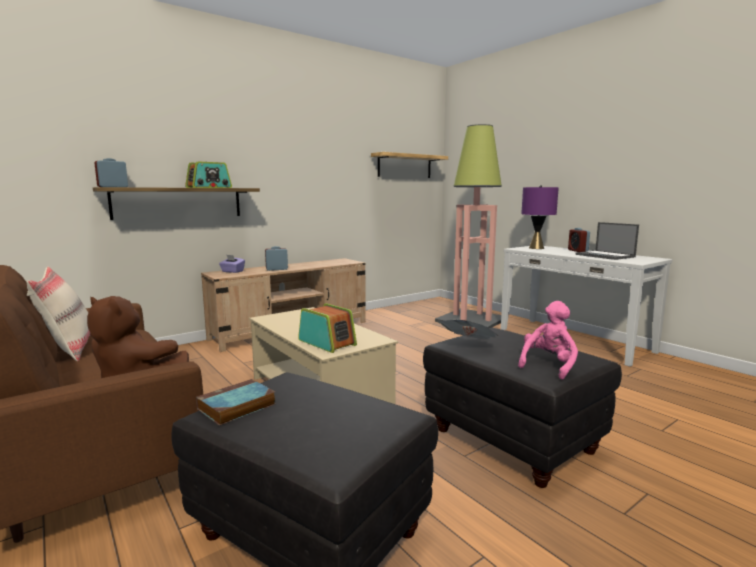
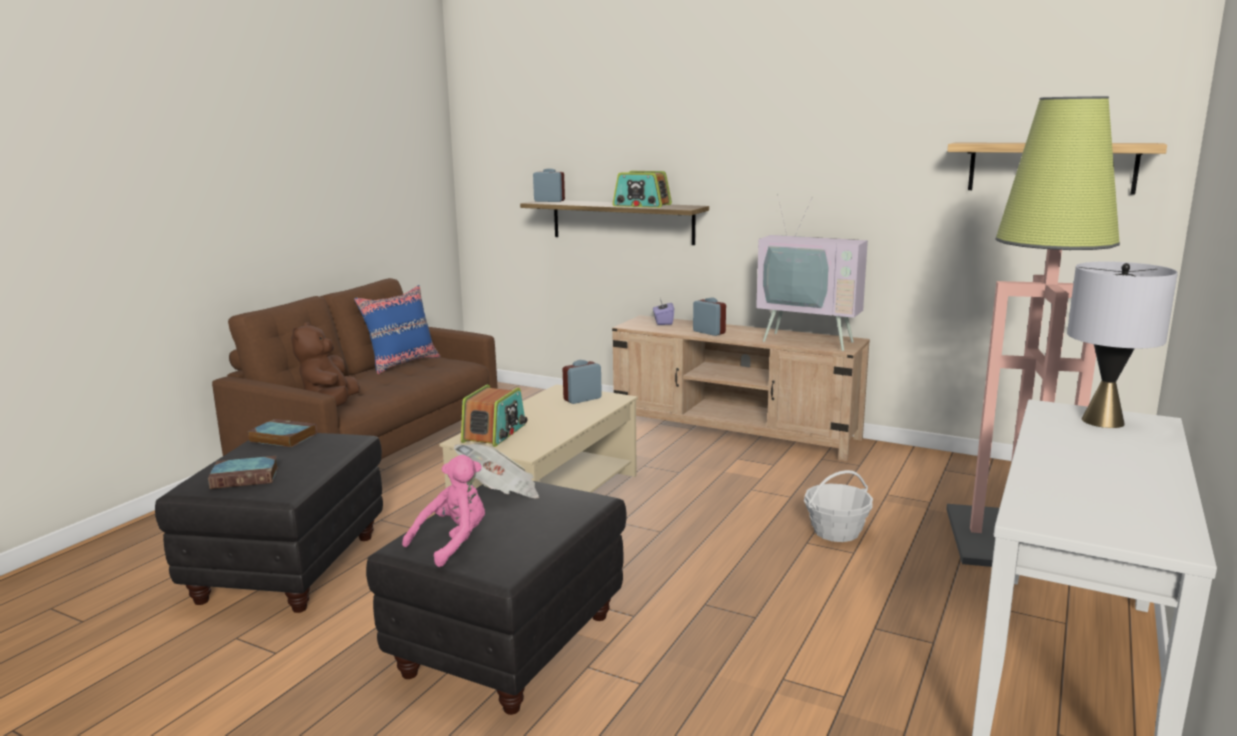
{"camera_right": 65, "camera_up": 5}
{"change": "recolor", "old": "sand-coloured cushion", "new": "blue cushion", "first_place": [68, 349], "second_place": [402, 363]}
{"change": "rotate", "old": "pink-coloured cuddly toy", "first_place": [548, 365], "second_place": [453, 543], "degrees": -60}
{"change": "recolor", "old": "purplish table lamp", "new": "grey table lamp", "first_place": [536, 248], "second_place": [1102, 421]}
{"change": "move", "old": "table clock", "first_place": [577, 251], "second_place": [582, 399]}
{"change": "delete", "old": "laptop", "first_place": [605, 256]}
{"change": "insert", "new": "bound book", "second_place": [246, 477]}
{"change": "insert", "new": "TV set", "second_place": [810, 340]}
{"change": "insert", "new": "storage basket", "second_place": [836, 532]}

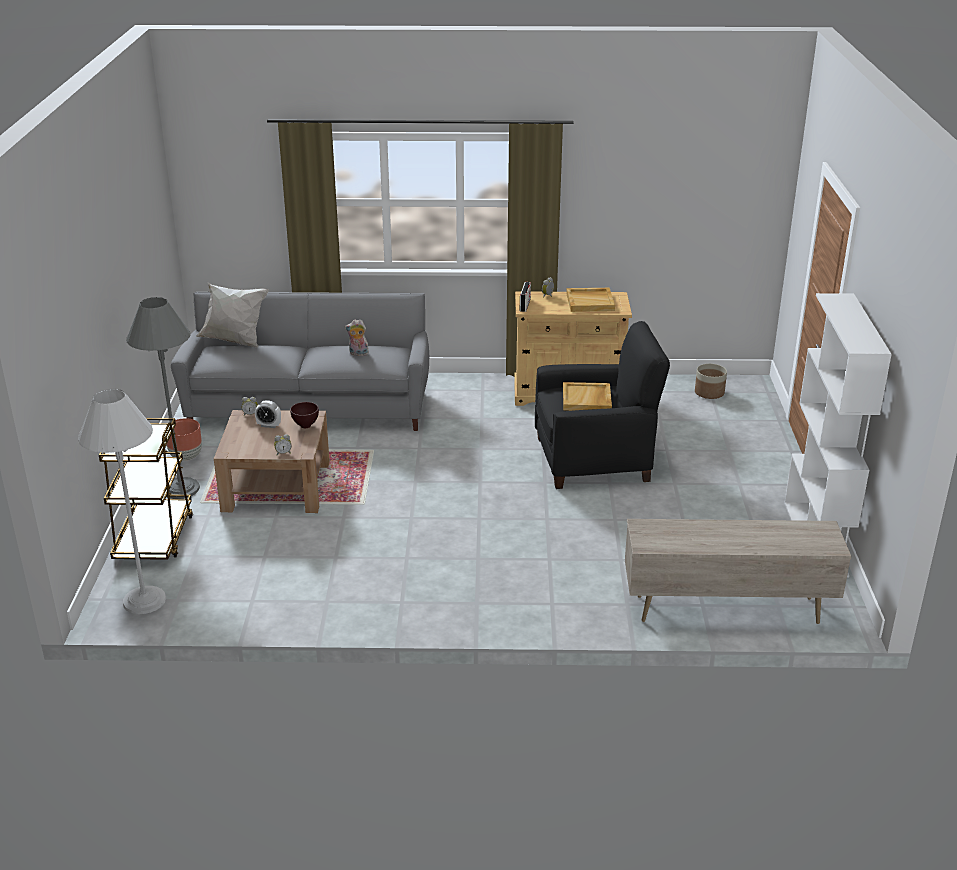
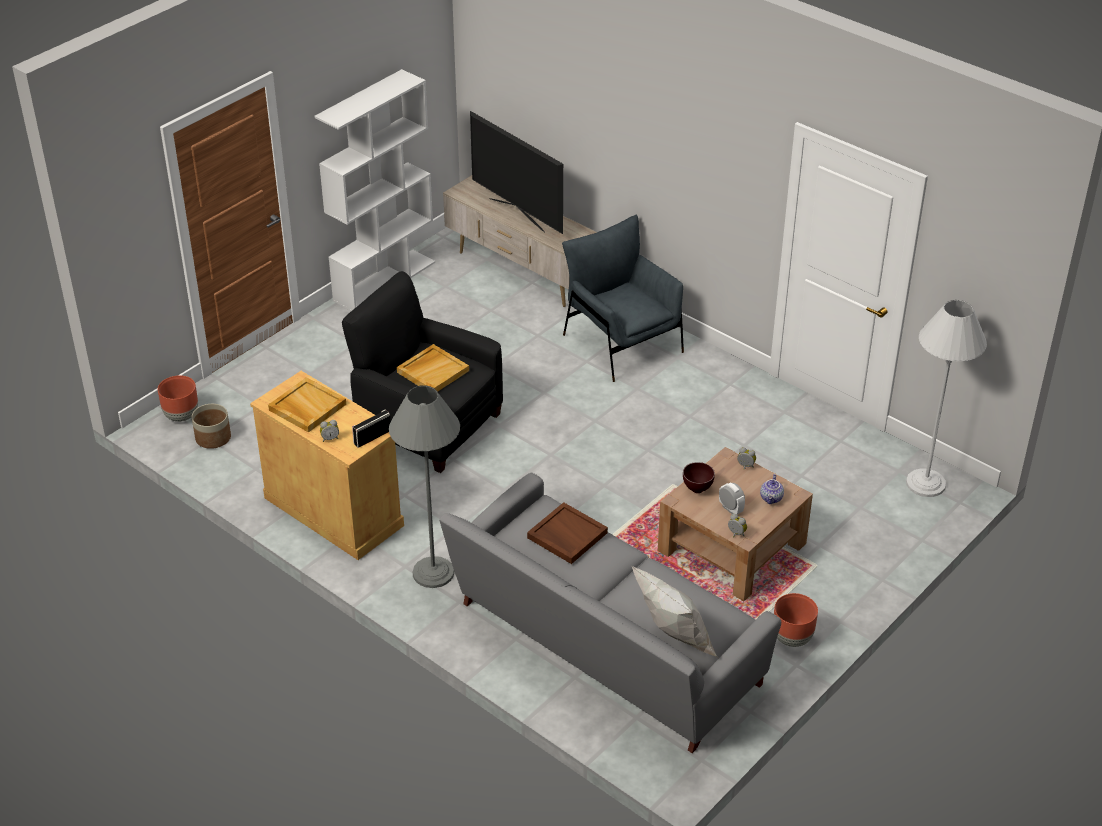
{"camera_right": -140, "camera_up": 10}
{"change": "delete", "old": "brown-coloured wheeled cart", "first_place": [154, 538]}
{"change": "move", "old": "grey standing lamp", "first_place": [181, 489], "second_place": [433, 573]}
{"change": "replace", "old": "cuddly toy", "new": "brown-coloured tray", "first_place": [358, 354], "second_place": [566, 535]}
{"change": "insert", "new": "brown-coloured planter", "second_place": [181, 416]}
{"change": "insert", "new": "TV set", "second_place": [517, 214]}
{"change": "insert", "new": "grey lounge chair", "second_place": [622, 343]}
{"change": "insert", "new": "tea pot", "second_place": [771, 498]}

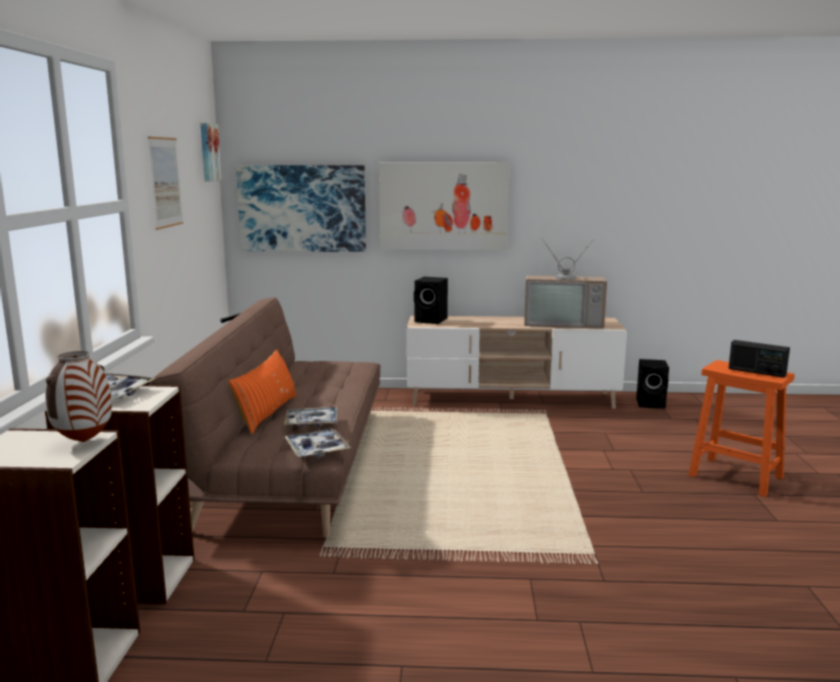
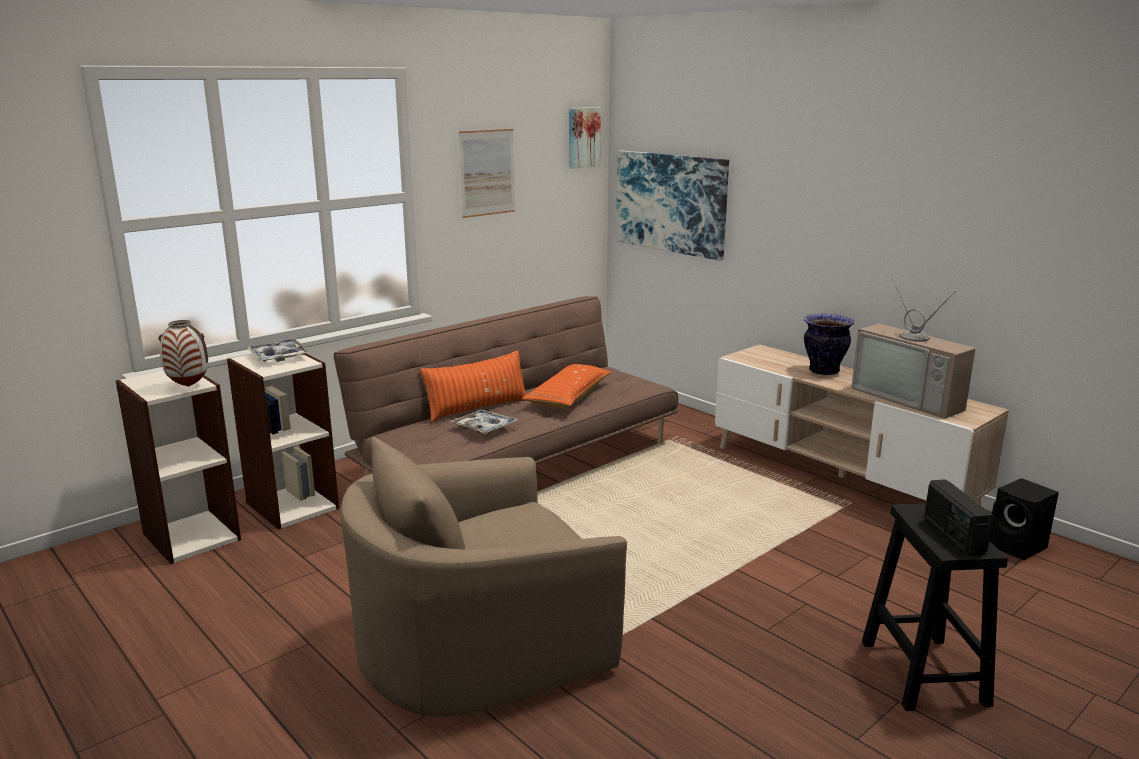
{"camera_right": 45, "camera_up": 5}
{"change": "delete", "old": "tray", "first_place": [317, 449]}
{"change": "delete", "old": "picture", "first_place": [443, 206]}
{"change": "delete", "old": "blackish speaker", "first_place": [432, 320]}
{"change": "recolor", "old": "orange sitting stool", "new": "blackish sitting stool", "first_place": [737, 477], "second_place": [925, 674]}
{"change": "insert", "new": "sand-coloured lounge chair", "second_place": [479, 644]}
{"change": "insert", "new": "orange cushion", "second_place": [568, 397]}
{"change": "insert", "new": "vase", "second_place": [823, 371]}

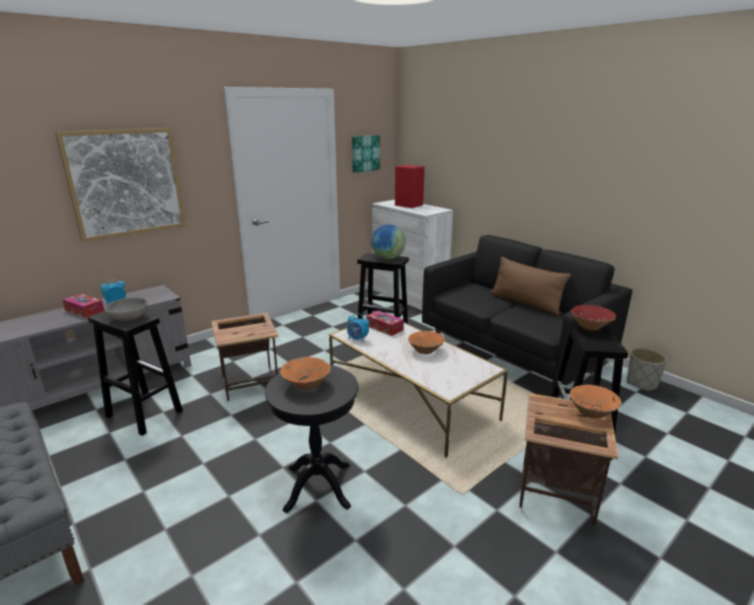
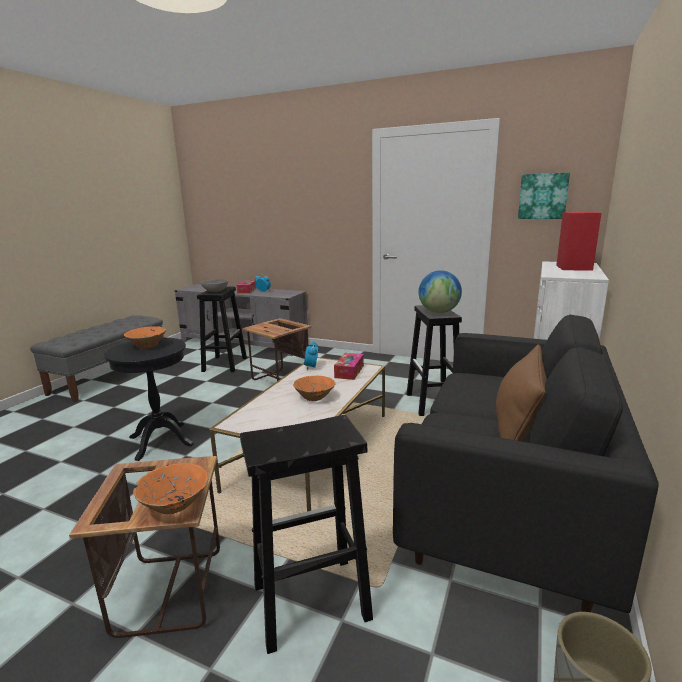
{"camera_right": 65, "camera_up": -5}
{"change": "delete", "old": "picture", "first_place": [126, 183]}
{"change": "delete", "old": "red deep dish", "first_place": [590, 327]}

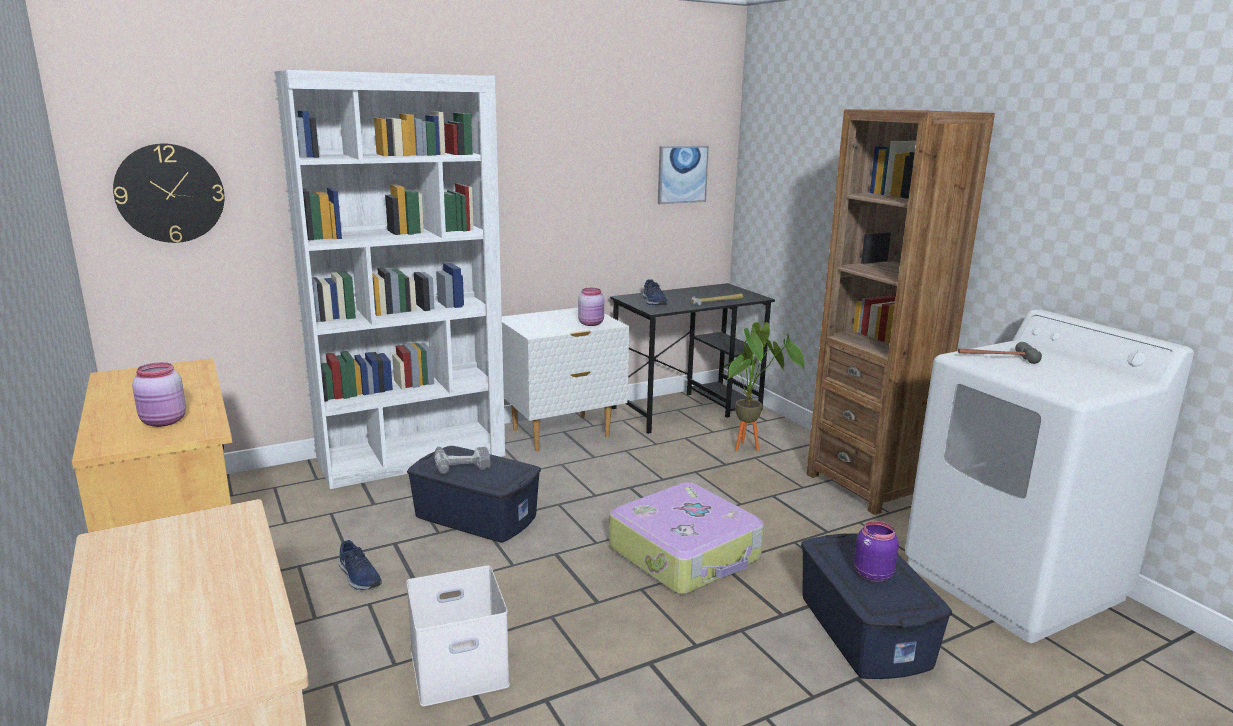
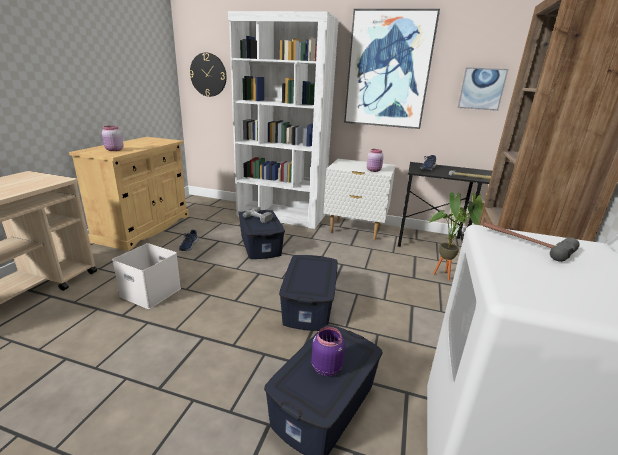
{"camera_right": 45, "camera_up": 5}
{"change": "replace", "old": "travel case", "new": "blue storage container", "first_place": [686, 554], "second_place": [309, 305]}
{"change": "insert", "new": "picture", "second_place": [388, 70]}

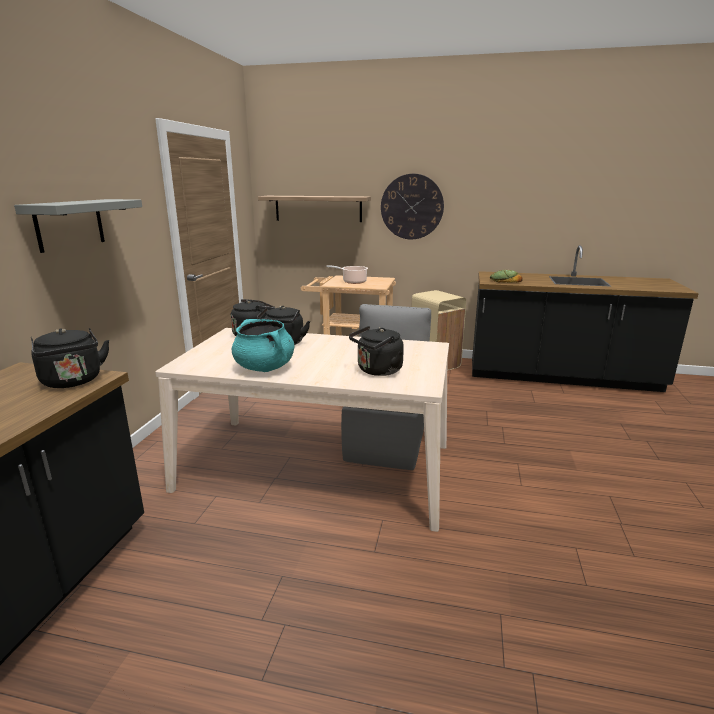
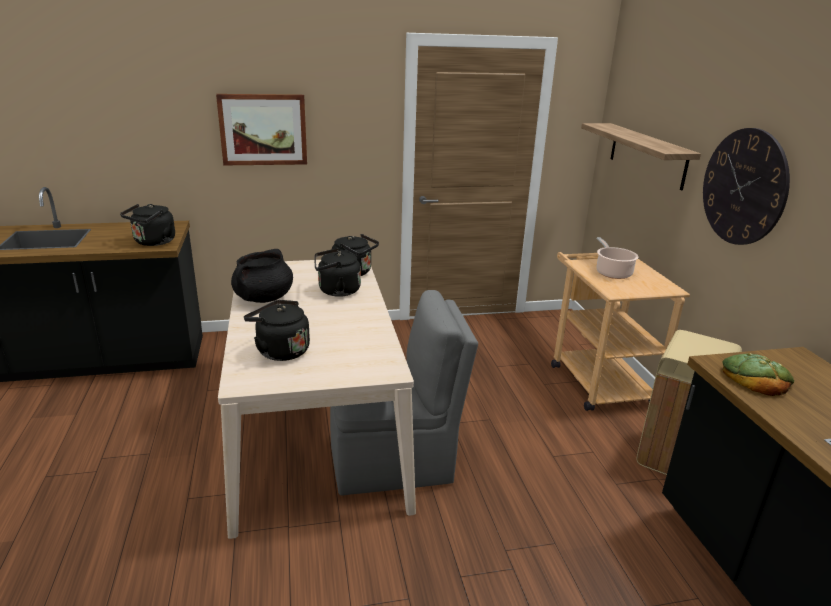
{"camera_right": 65, "camera_up": 5}
{"change": "replace", "old": "grey wall shelf", "new": "picture", "first_place": [70, 224], "second_place": [263, 129]}
{"change": "recolor", "old": "turquoise cooking pot", "new": "blackish cooking pot", "first_place": [265, 368], "second_place": [263, 298]}

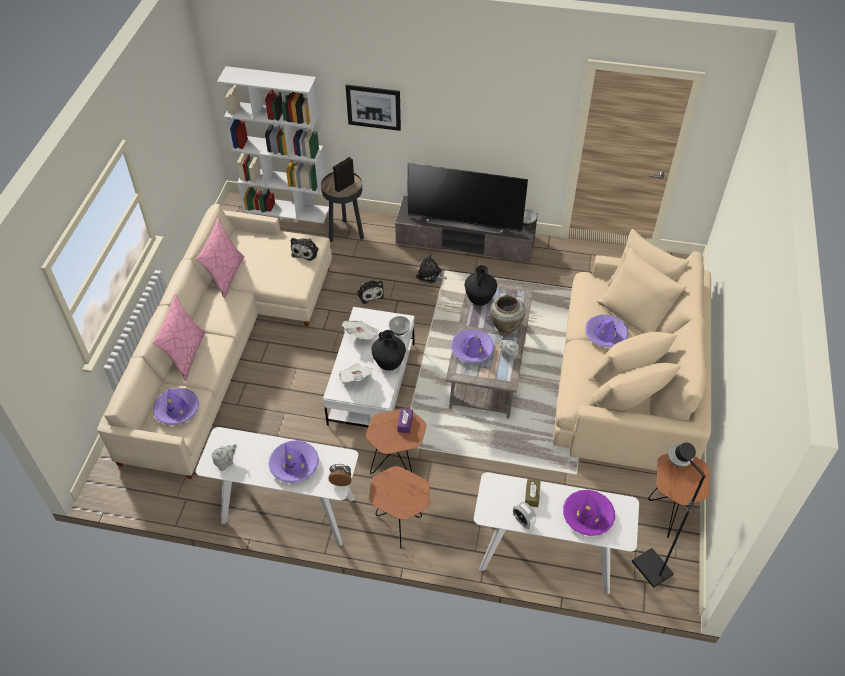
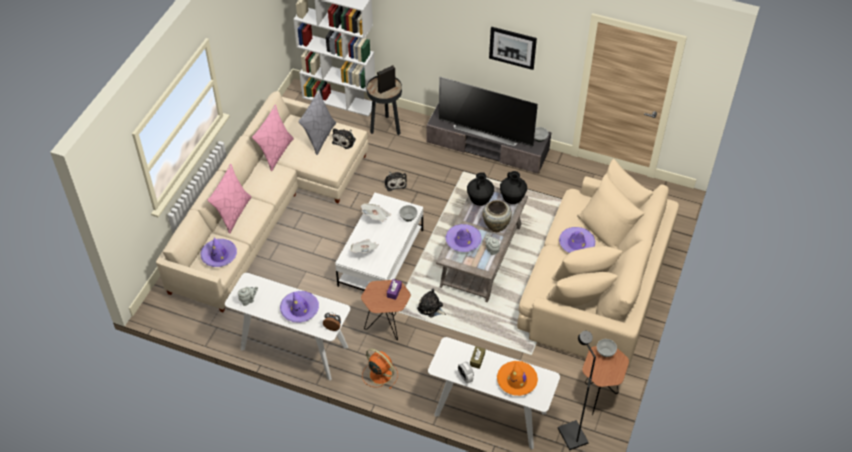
{"camera_right": 10, "camera_up": 0}
{"change": "move", "old": "picture", "first_place": [373, 107], "second_place": [512, 47]}
{"change": "replace", "old": "brown-coloured end table", "new": "orange cooling fan", "first_place": [401, 527], "second_place": [379, 374]}
{"change": "move", "old": "blackish vase", "first_place": [389, 364], "second_place": [512, 199]}
{"change": "move", "old": "cuddly toy", "first_place": [430, 275], "second_place": [431, 308]}
{"change": "recolor", "old": "purplish clothing hat", "new": "orange clothing hat", "first_place": [588, 516], "second_place": [517, 381]}
{"change": "insert", "new": "grey cushion", "second_place": [319, 137]}

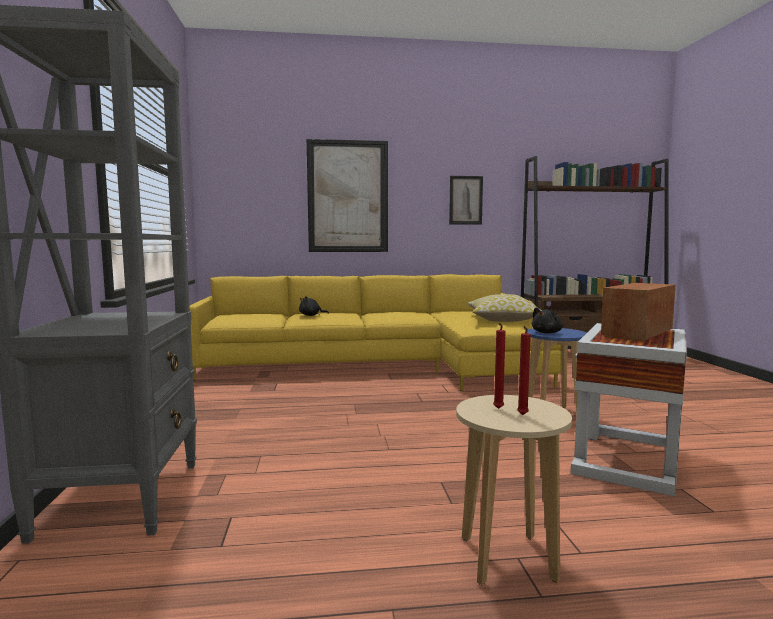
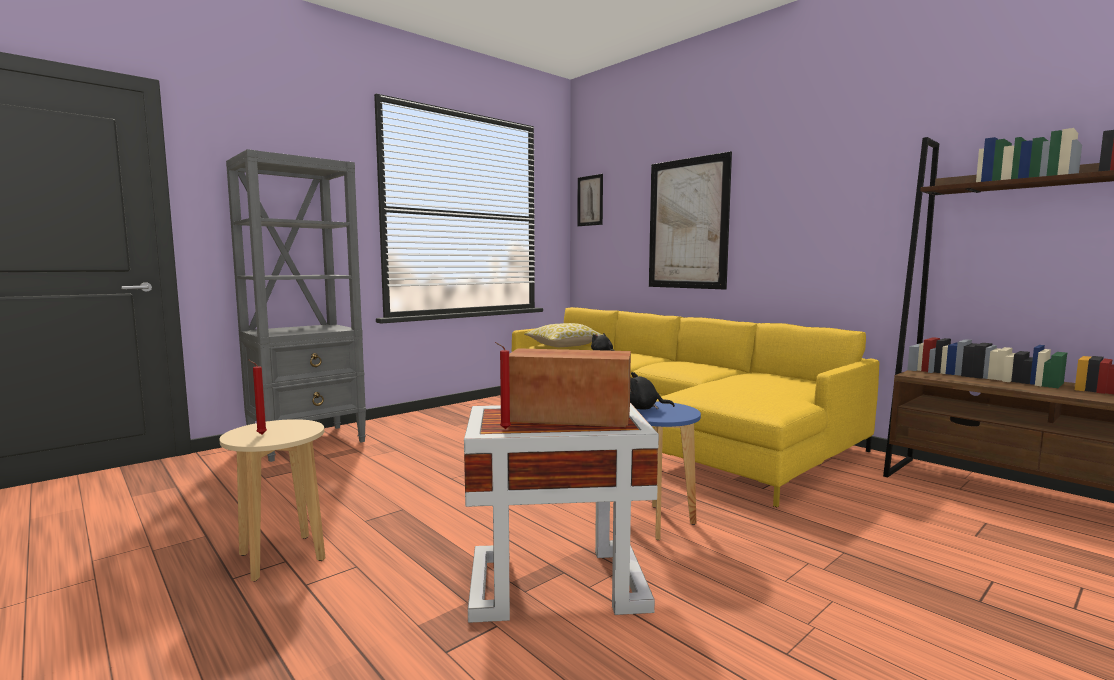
{"camera_right": 55, "camera_up": 0}
{"change": "move", "old": "picture", "first_place": [465, 200], "second_place": [590, 200]}
{"change": "move", "old": "cushion", "first_place": [502, 320], "second_place": [564, 346]}
{"change": "move", "old": "red wax candle", "first_place": [497, 409], "second_place": [503, 429]}

